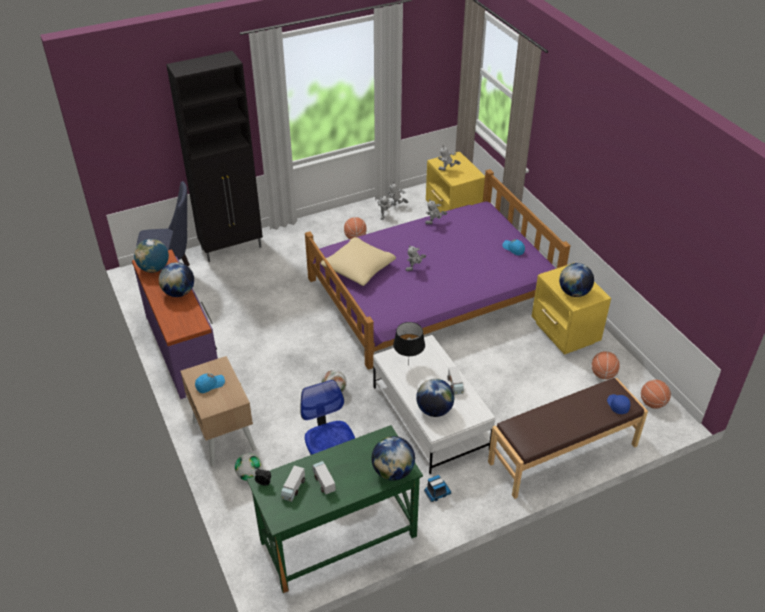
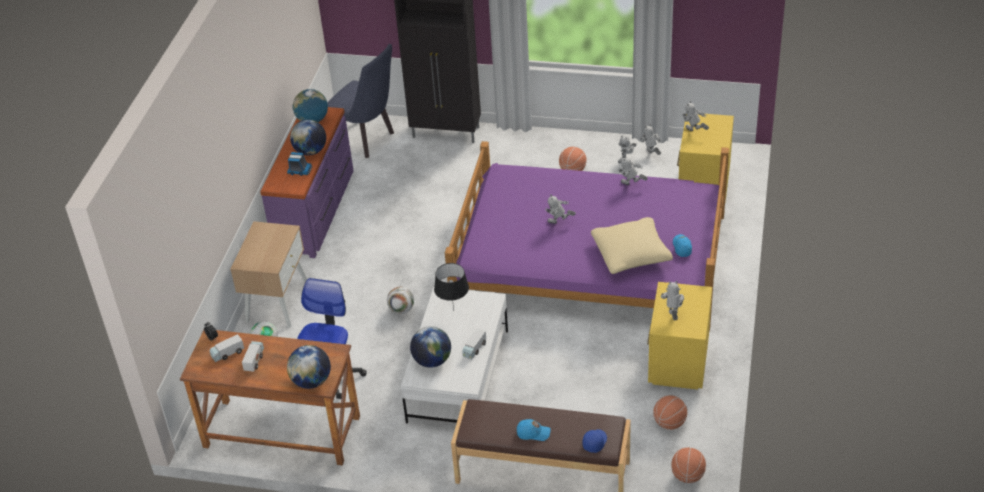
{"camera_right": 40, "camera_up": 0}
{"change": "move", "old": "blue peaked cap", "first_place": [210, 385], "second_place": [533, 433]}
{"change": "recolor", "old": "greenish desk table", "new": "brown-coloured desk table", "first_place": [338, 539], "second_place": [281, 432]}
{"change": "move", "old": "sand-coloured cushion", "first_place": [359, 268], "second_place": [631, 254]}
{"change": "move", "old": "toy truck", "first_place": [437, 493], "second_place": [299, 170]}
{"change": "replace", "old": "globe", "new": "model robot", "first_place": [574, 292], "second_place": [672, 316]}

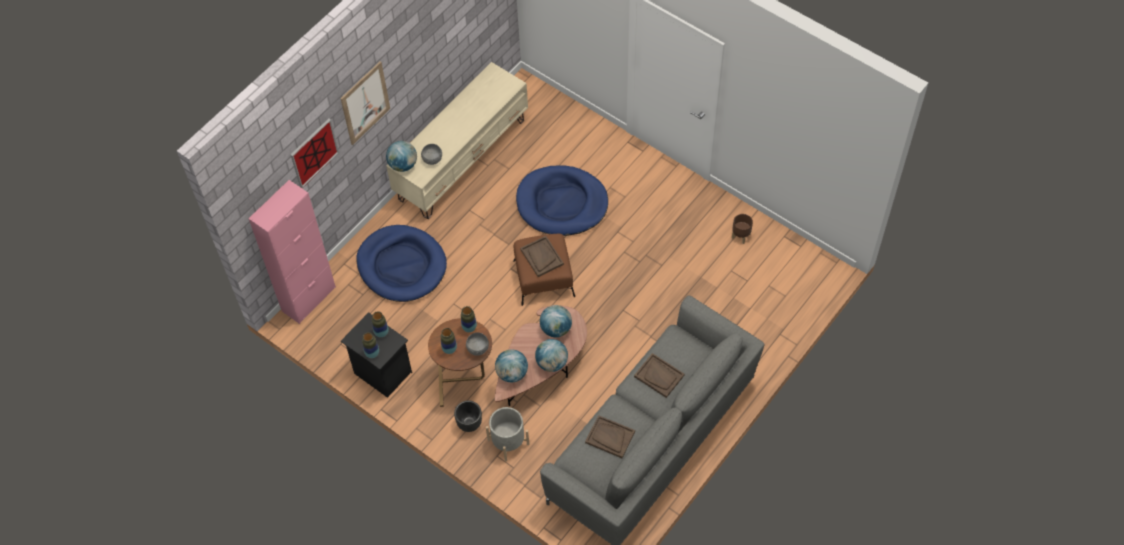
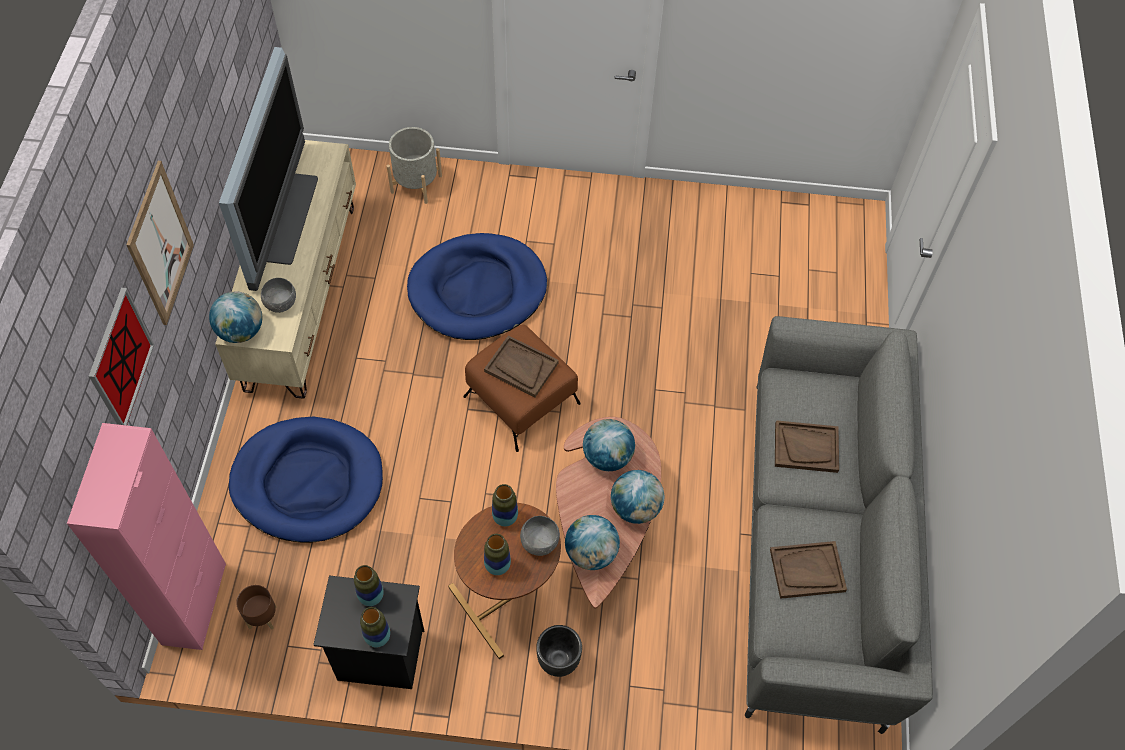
{"camera_right": -35, "camera_up": 0}
{"change": "move", "old": "grey planter", "first_place": [508, 442], "second_place": [416, 184]}
{"change": "move", "old": "brown-coloured planter", "first_place": [741, 236], "second_place": [263, 617]}
{"change": "insert", "new": "TV set", "second_place": [282, 217]}

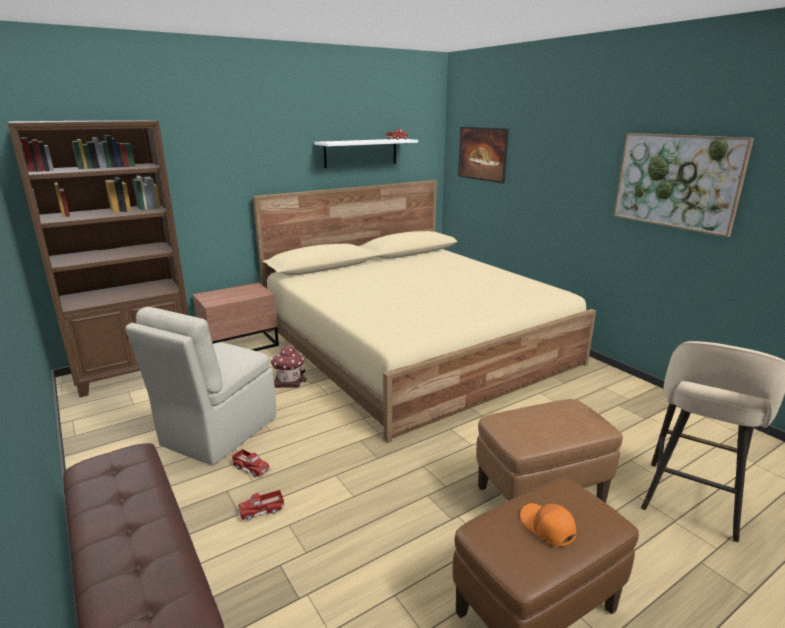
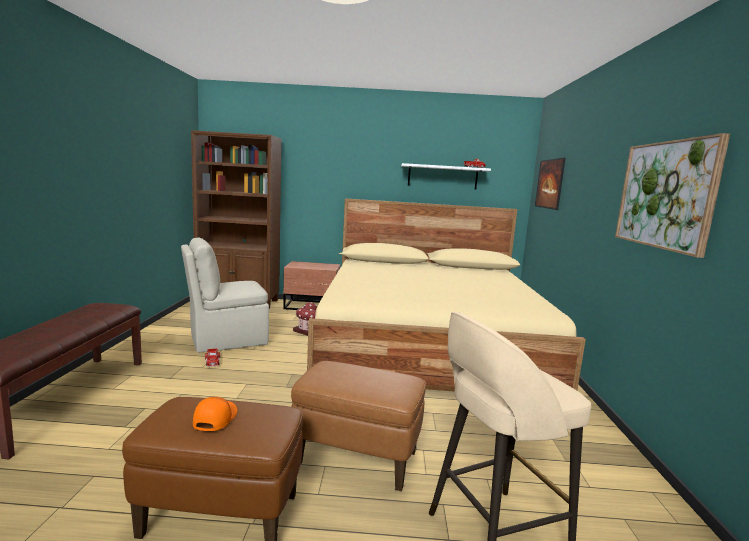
{"camera_right": 35, "camera_up": -10}
{"change": "delete", "old": "toy truck", "first_place": [261, 510]}

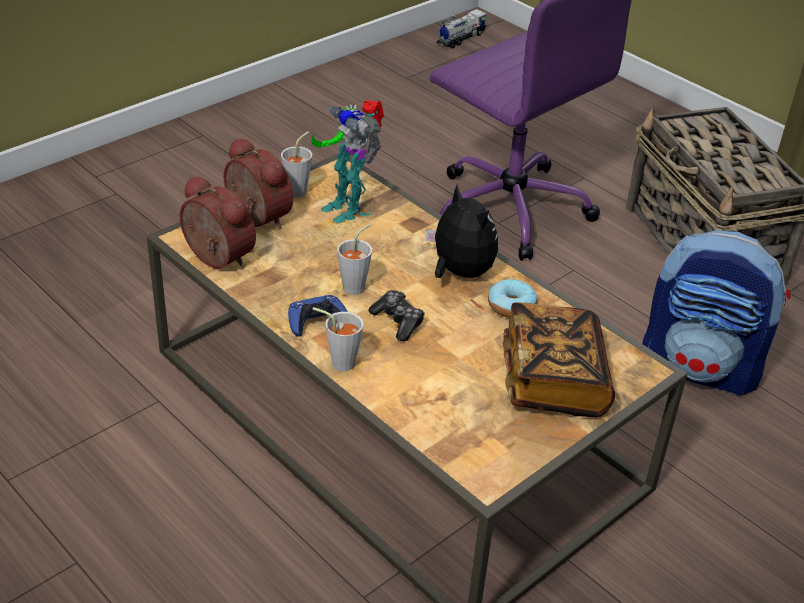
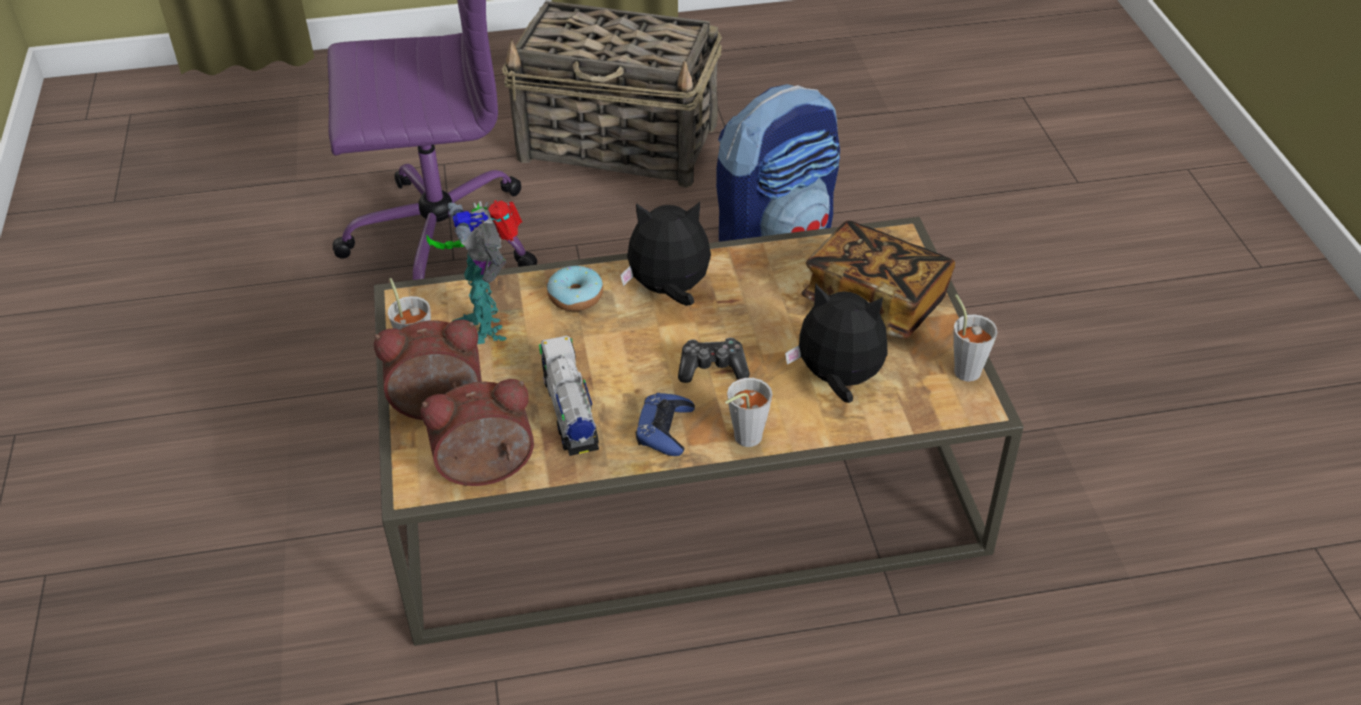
{"camera_right": -55, "camera_up": 5}
{"change": "rotate", "old": "model robot", "first_place": [348, 207], "second_place": [485, 324], "degrees": 75}
{"change": "move", "old": "grey small cup", "first_place": [357, 285], "second_place": [964, 367]}
{"change": "move", "old": "toy truck", "first_place": [460, 39], "second_place": [570, 411]}
{"change": "move", "old": "donut", "first_place": [511, 306], "second_place": [576, 297]}
{"change": "insert", "new": "cuddly toy", "second_place": [838, 380]}

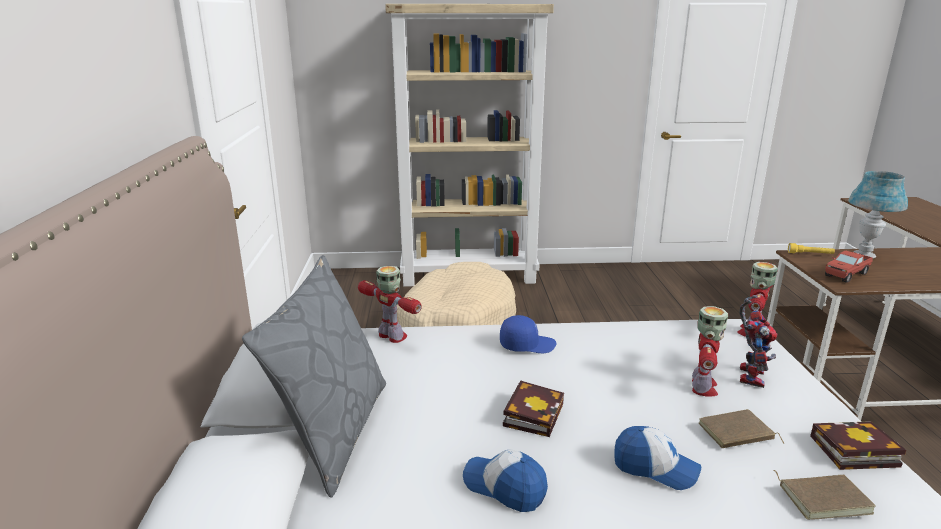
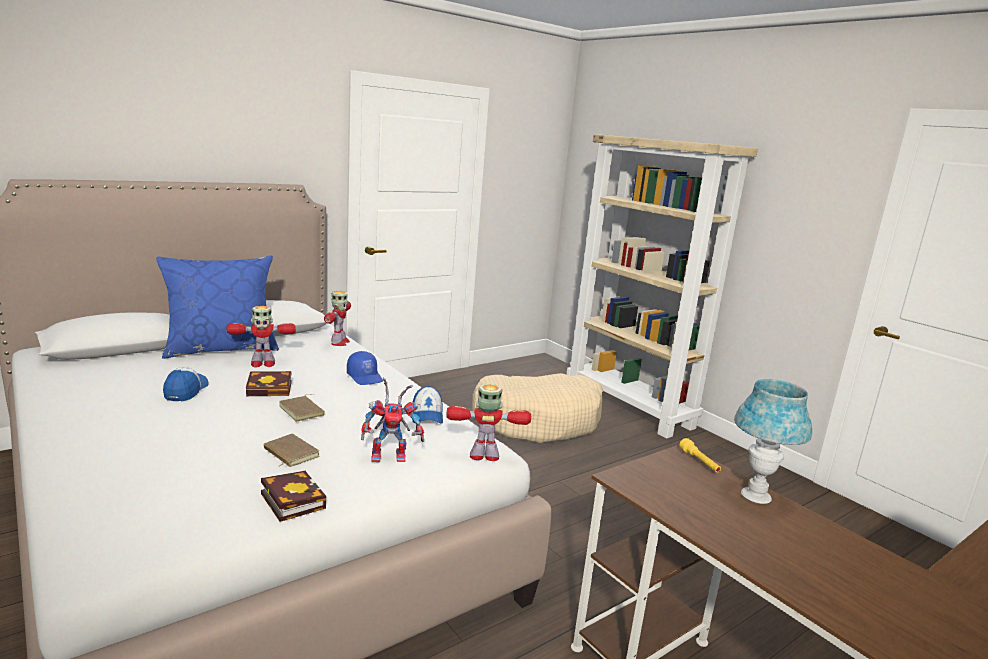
{"camera_right": 55, "camera_up": -5}
{"change": "recolor", "old": "grey cushion", "new": "blue cushion", "first_place": [333, 431], "second_place": [221, 349]}
{"change": "move", "old": "peaked cap", "first_place": [655, 468], "second_place": [427, 415]}
{"change": "move", "old": "model robot", "first_place": [702, 387], "second_place": [262, 363]}
{"change": "move", "old": "brown-coloured bound book", "first_place": [823, 498], "second_place": [303, 411]}
{"change": "delete", "old": "toy truck", "first_place": [846, 275]}

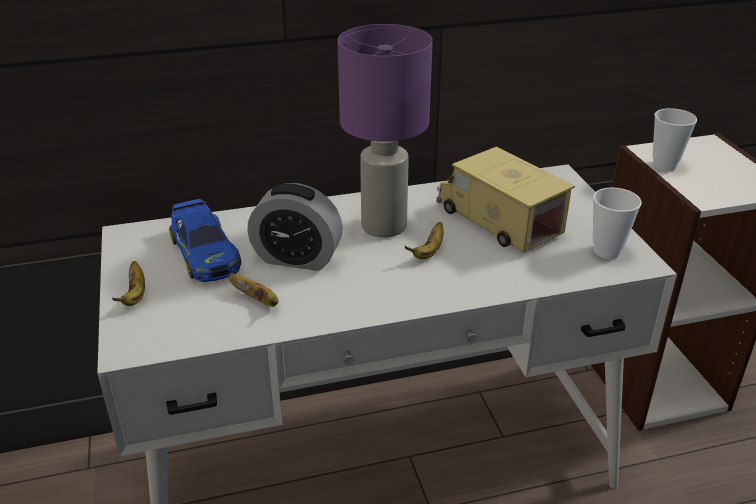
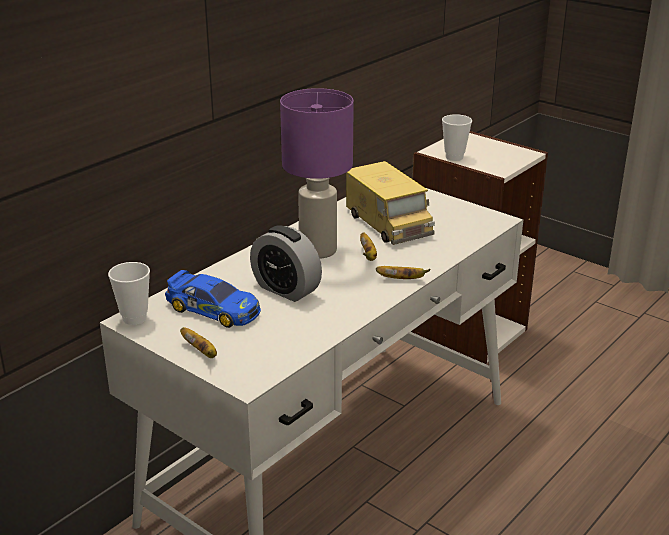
{"camera_right": -35, "camera_up": -5}
{"change": "move", "old": "banana", "first_place": [257, 300], "second_place": [402, 279]}
{"change": "rotate", "old": "table clock", "first_place": [297, 258], "second_place": [286, 289], "degrees": 60}
{"change": "rotate", "old": "toy truck", "first_place": [498, 221], "second_place": [388, 223], "degrees": -135}
{"change": "move", "old": "small cup", "first_place": [607, 251], "second_place": [134, 318]}

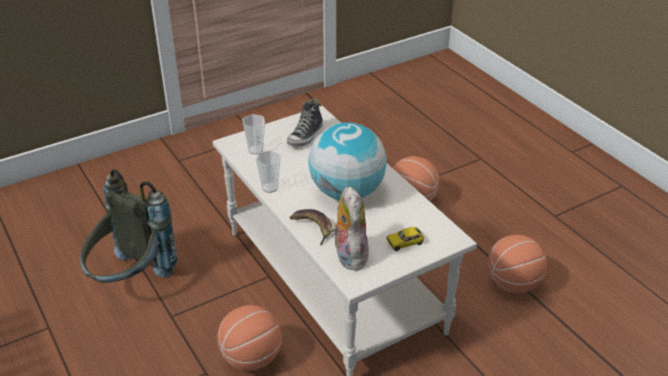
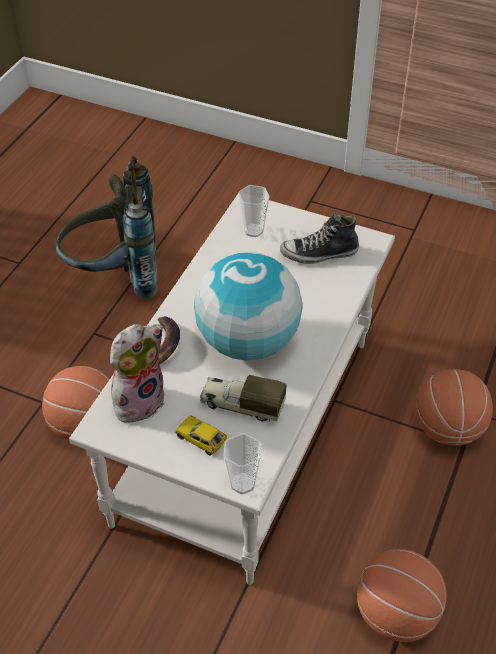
{"camera_right": 55, "camera_up": 10}
{"change": "move", "old": "small cup", "first_place": [270, 188], "second_place": [242, 483]}
{"change": "insert", "new": "toy truck", "second_place": [241, 405]}

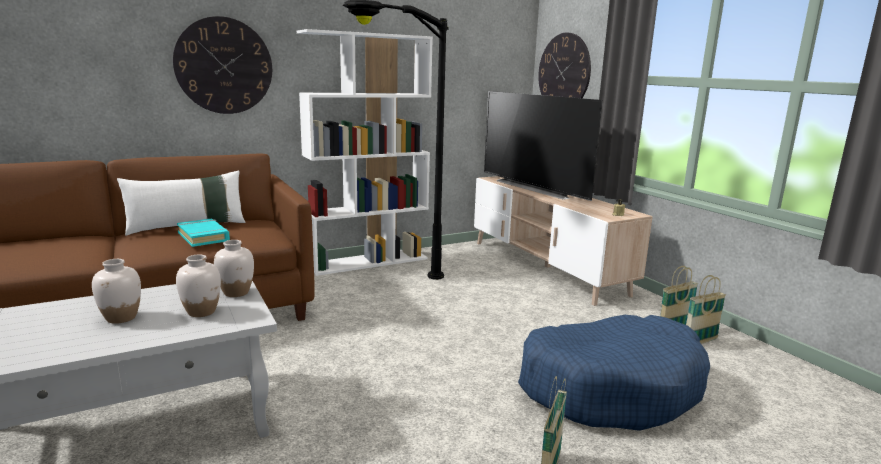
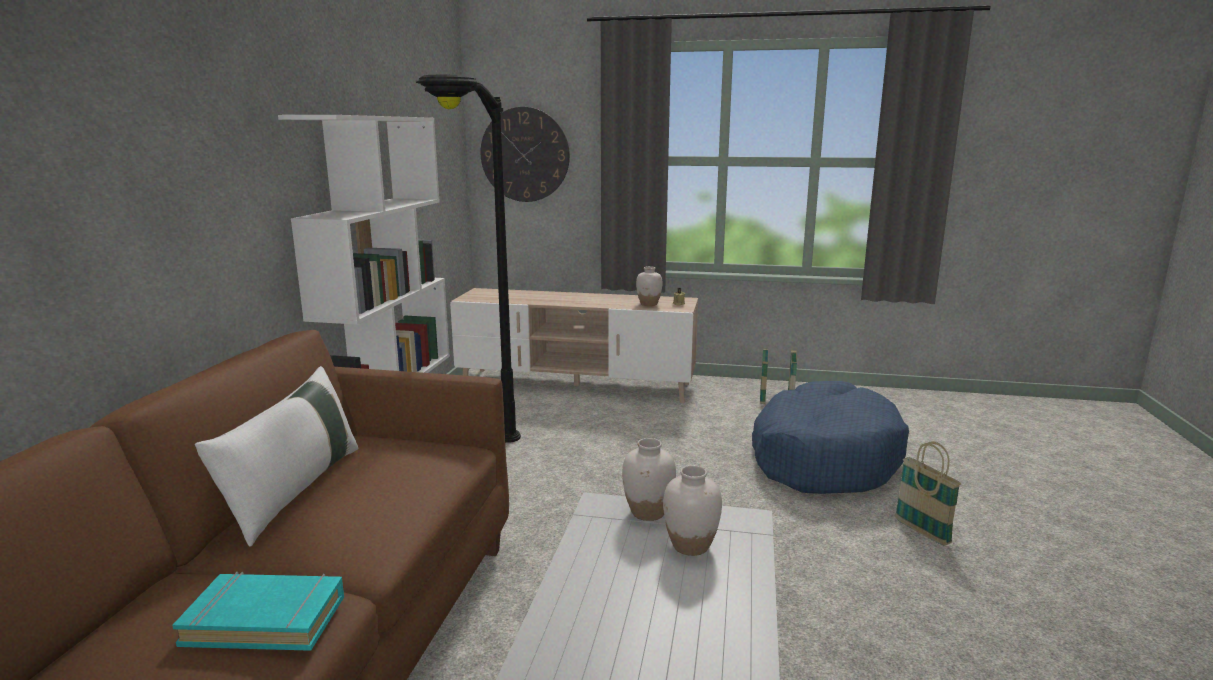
{"camera_right": -50, "camera_up": 0}
{"change": "move", "old": "whitish vase", "first_place": [121, 318], "second_place": [649, 304]}
{"change": "delete", "old": "wall clock", "first_place": [224, 66]}
{"change": "move", "old": "turquoise bound book", "first_place": [203, 237], "second_place": [265, 619]}
{"change": "delete", "old": "TV set", "first_place": [536, 188]}

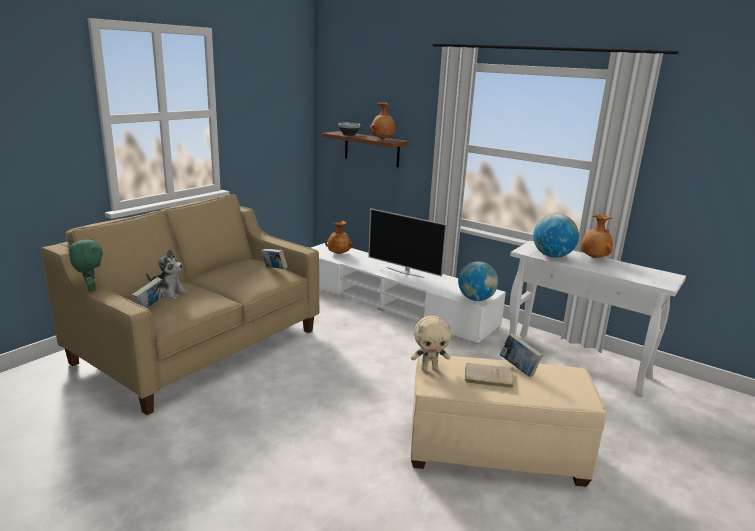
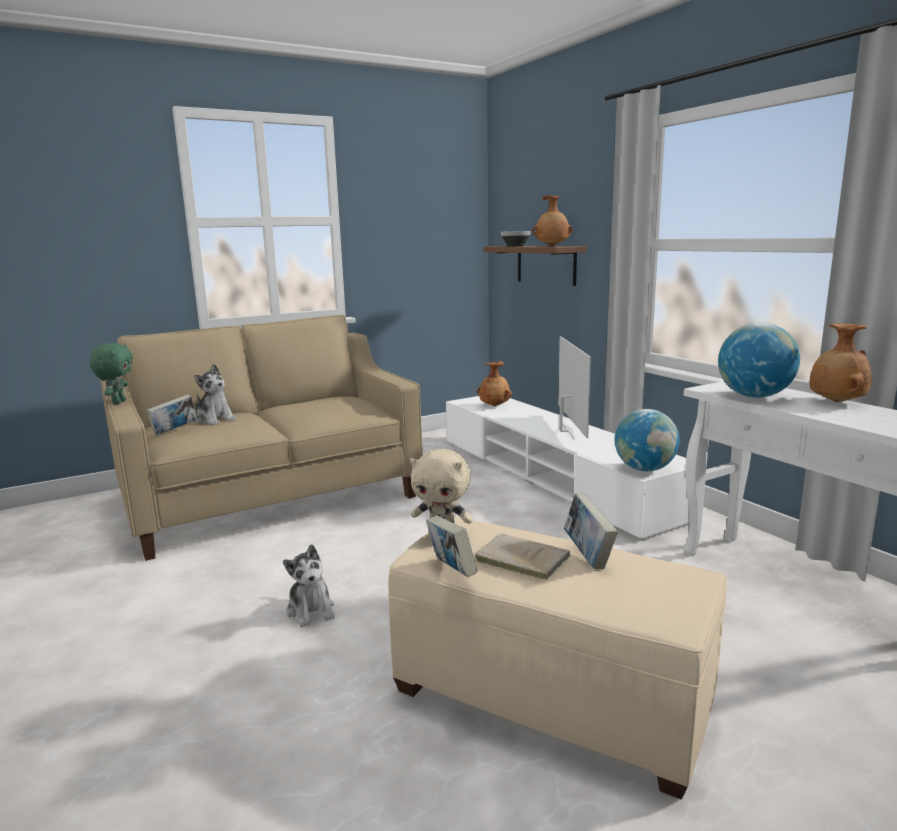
{"camera_right": 25, "camera_up": -5}
{"change": "move", "old": "bound book", "first_place": [274, 269], "second_place": [451, 571]}
{"change": "rotate", "old": "TV set", "first_place": [405, 272], "second_place": [566, 430], "degrees": -150}
{"change": "insert", "new": "cuddly toy", "second_place": [311, 610]}

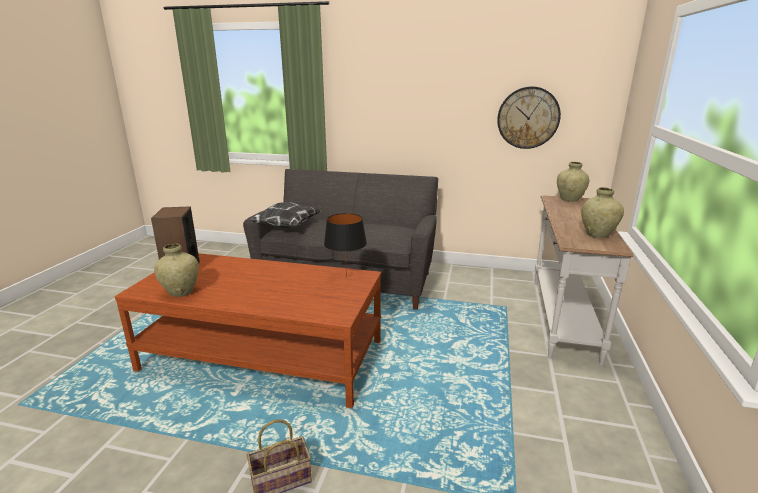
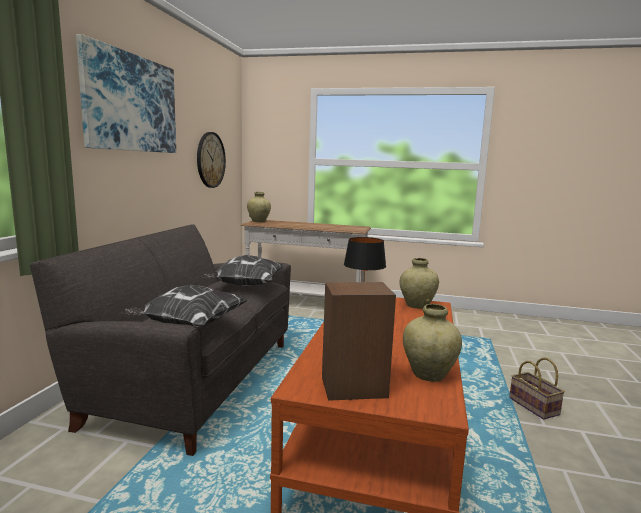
{"camera_right": -90, "camera_up": -10}
{"change": "move", "old": "sand-coloured vase", "first_place": [597, 235], "second_place": [417, 305]}
{"change": "insert", "new": "picture", "second_place": [131, 103]}
{"change": "insert", "new": "cushion", "second_place": [245, 286]}

